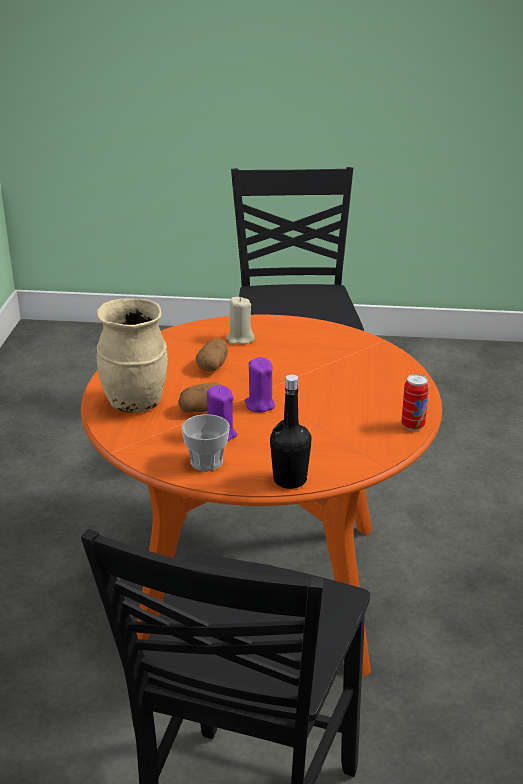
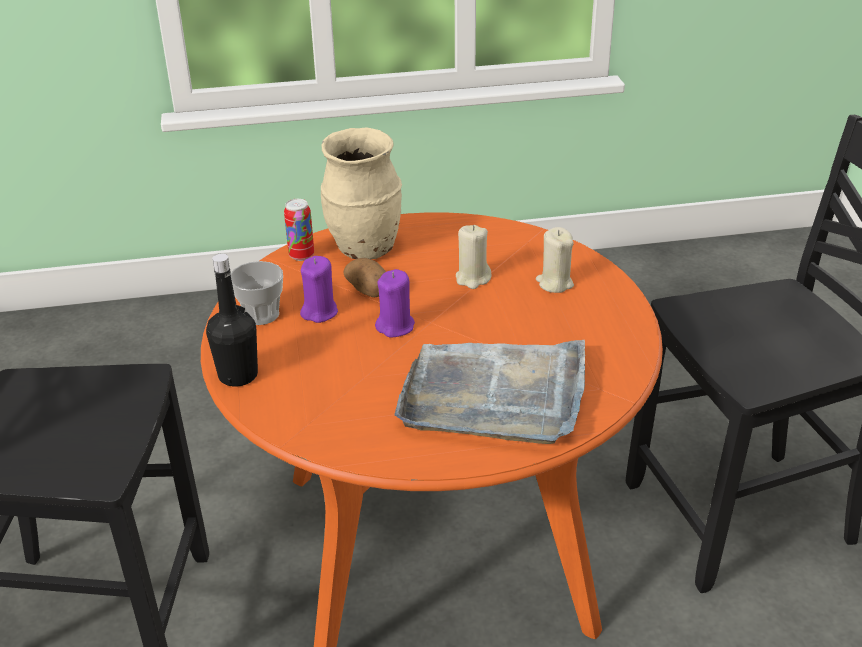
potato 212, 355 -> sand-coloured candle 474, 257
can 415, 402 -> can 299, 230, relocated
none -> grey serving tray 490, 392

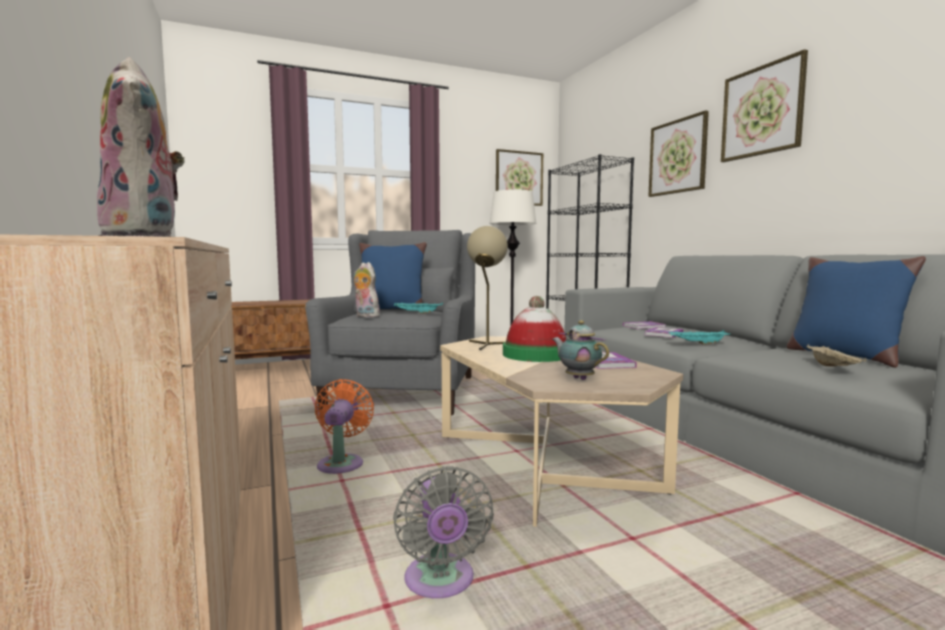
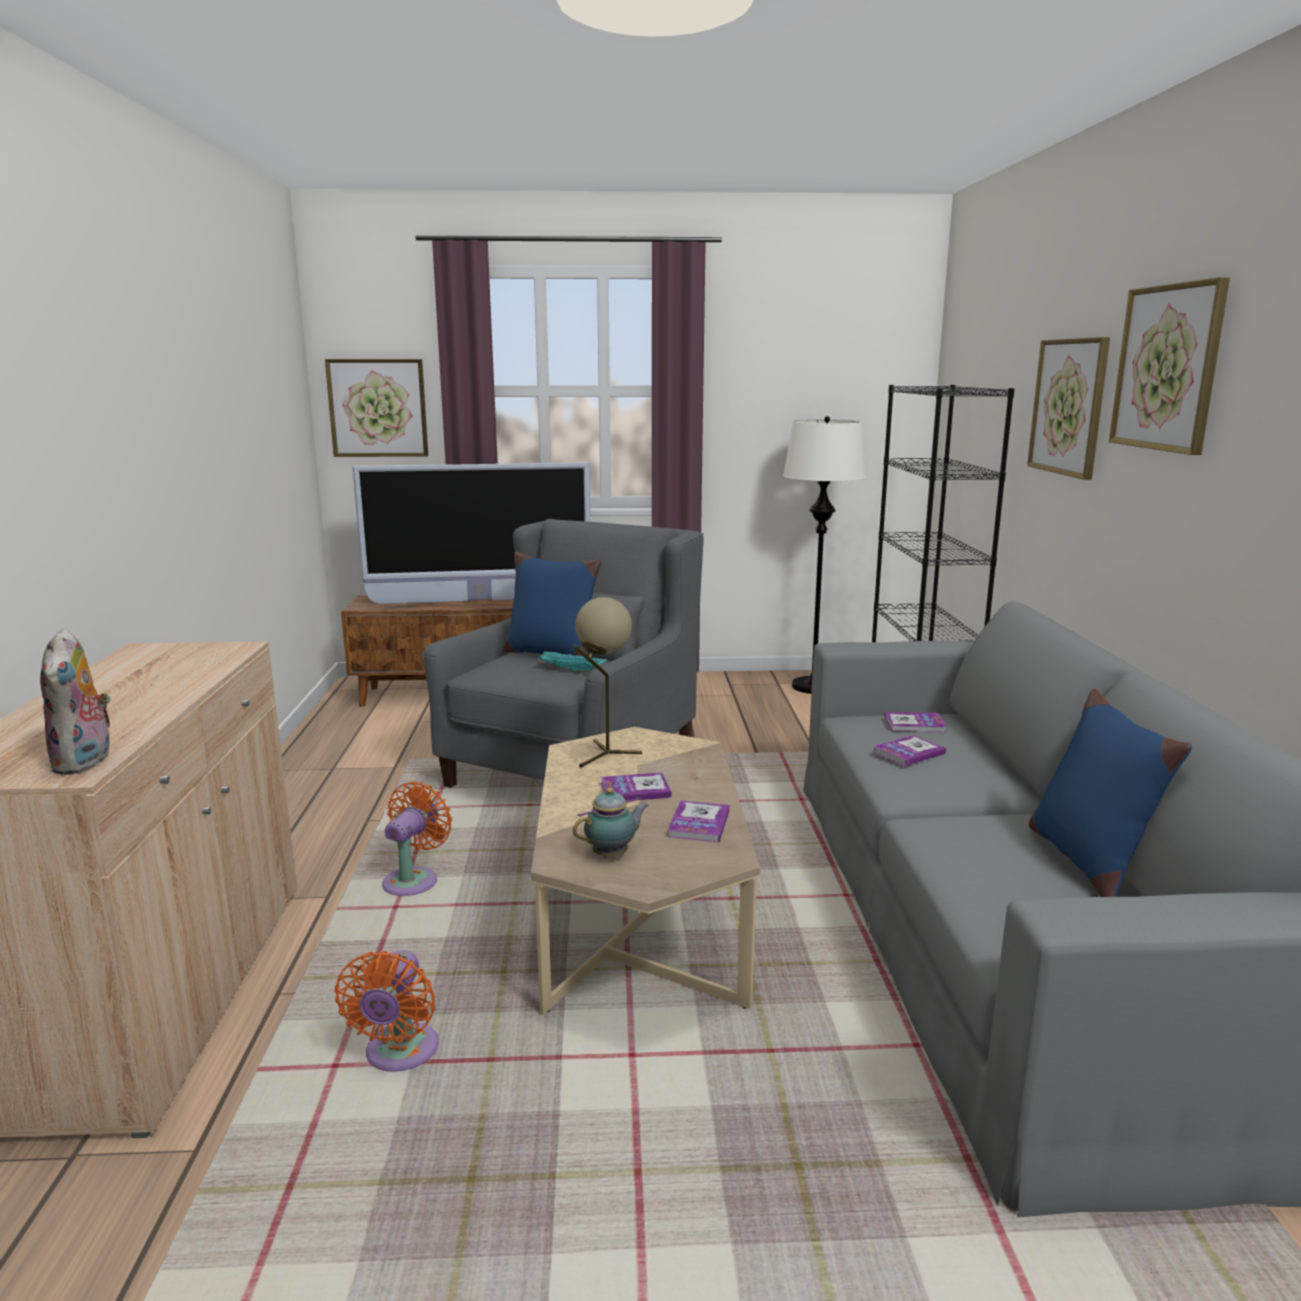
wall picture 519, 177 -> wall picture 376, 408, relocated
cuddly toy 366, 289 -> none
clothing hat 534, 329 -> bound book 636, 786
teapot 580, 350 -> teapot 611, 823, 75 degrees clockwise
blue-green serving tray 699, 337 -> none
sand-coloured serving tray 836, 355 -> none
grey cooling fan 443, 532 -> orange-coloured cooling fan 387, 1011
none -> television 471, 533

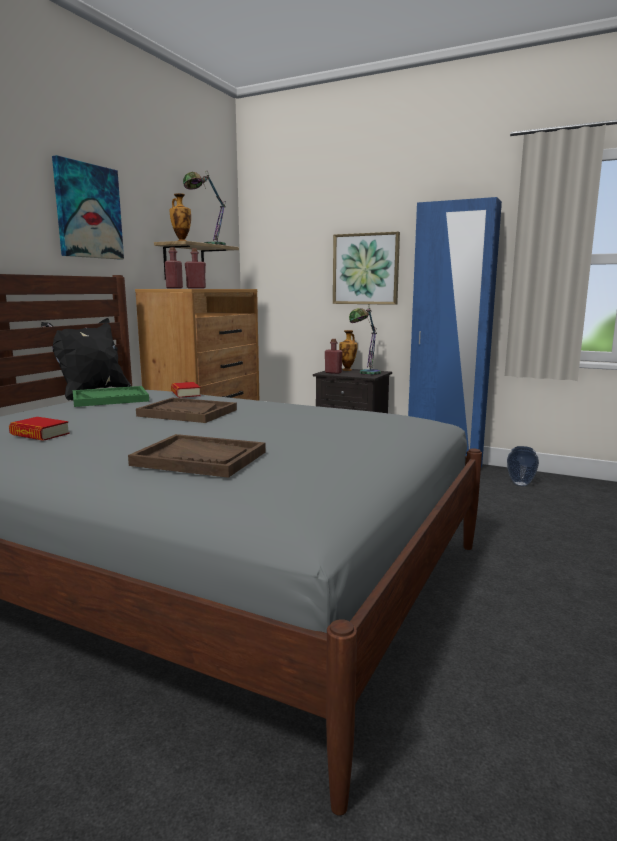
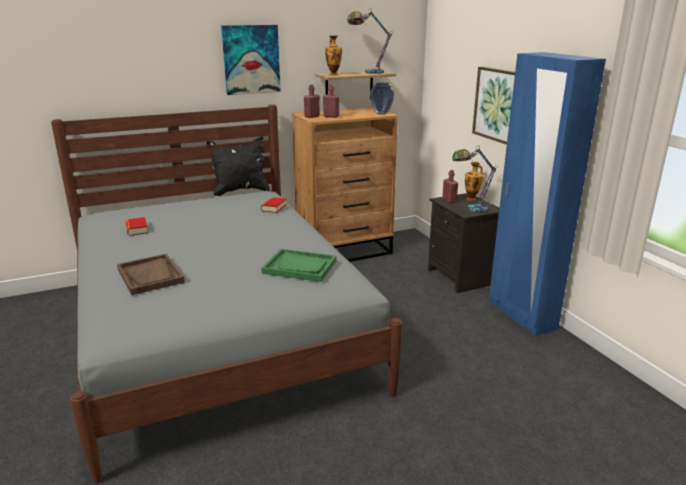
green-coloured serving tray 111, 396 -> green-coloured serving tray 299, 265, relocated
brown serving tray 186, 410 -> none
flower vase 523, 466 -> flower vase 382, 98, relocated

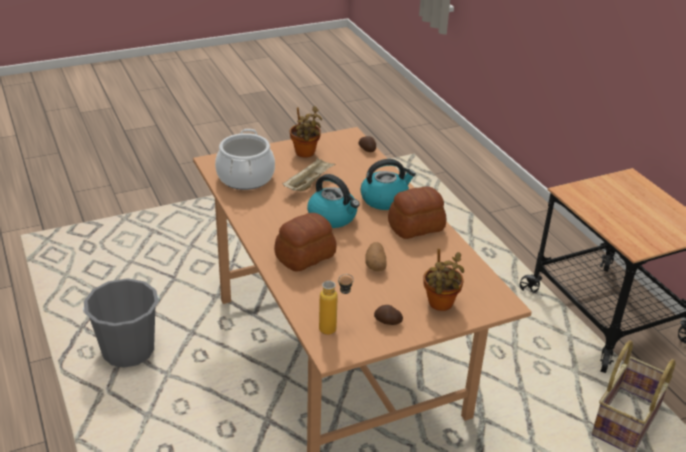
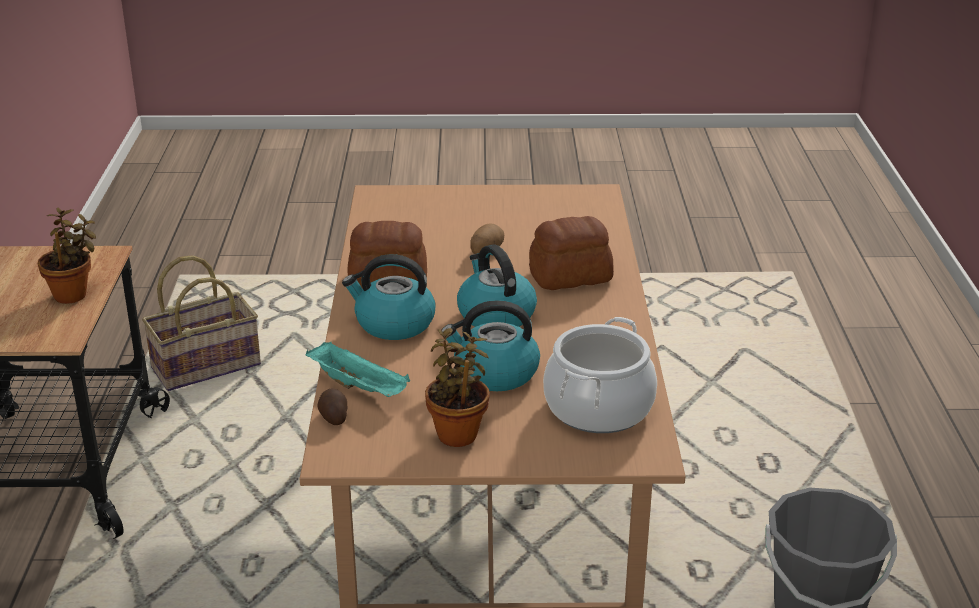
sand-coloured serving tray 308, 174 -> tea kettle 490, 345
plant in a pot 443, 279 -> plant in a pot 67, 256, relocated
drink bottle 336, 304 -> none
potato 388, 315 -> none
none -> blue-green serving tray 358, 369

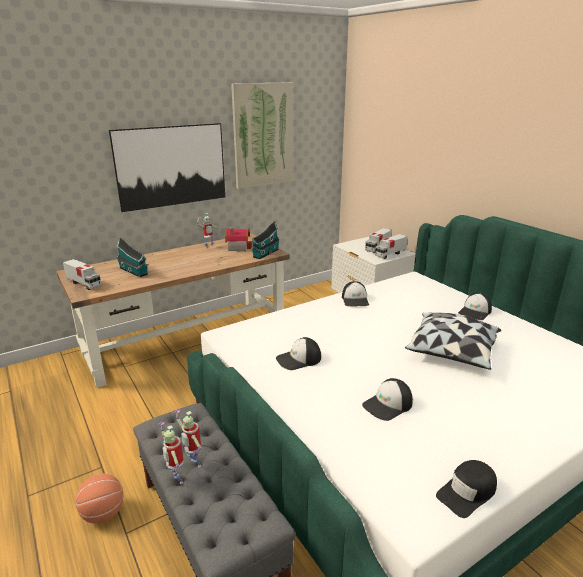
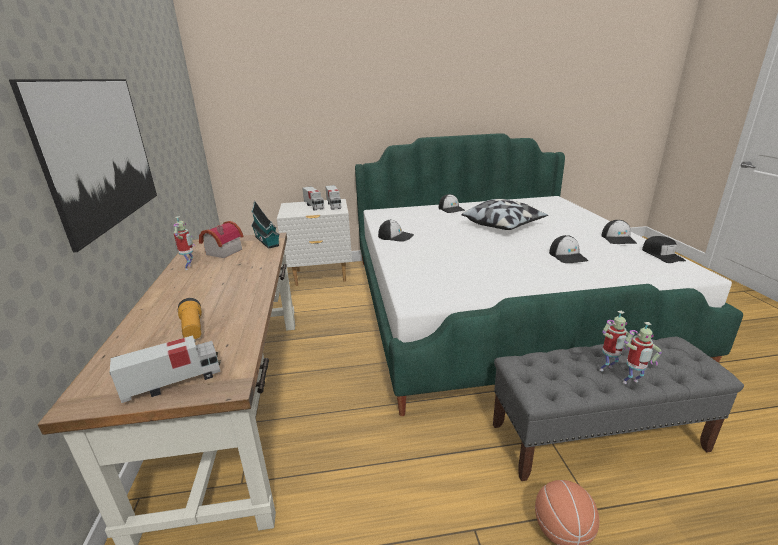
wall picture 262, 135 -> none
model house 132, 257 -> hand torch 190, 318
peaked cap 298, 353 -> peaked cap 619, 232, relocated

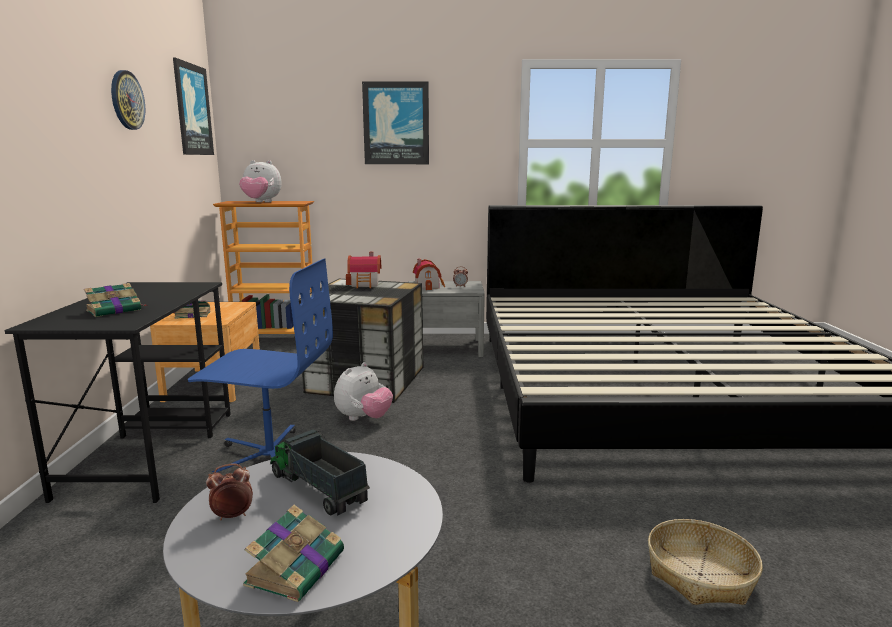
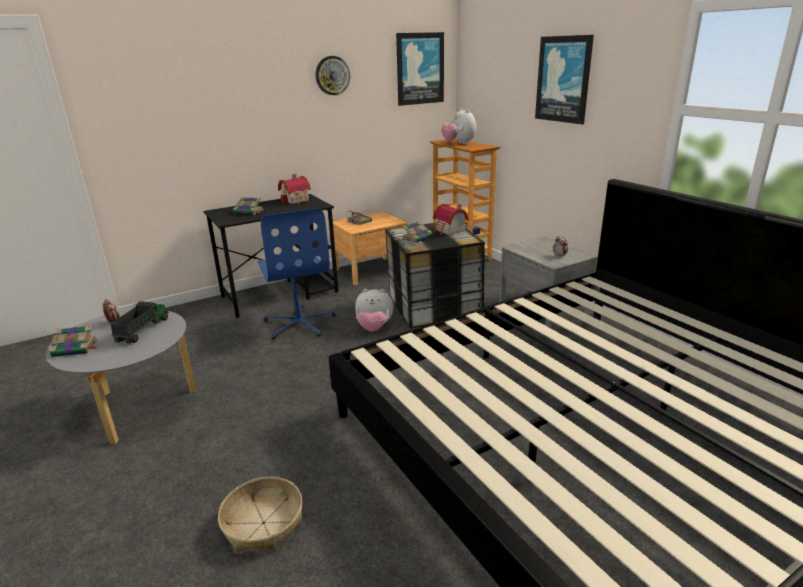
model house 429, 274 -> model house 294, 189, relocated
none -> bound book 417, 232

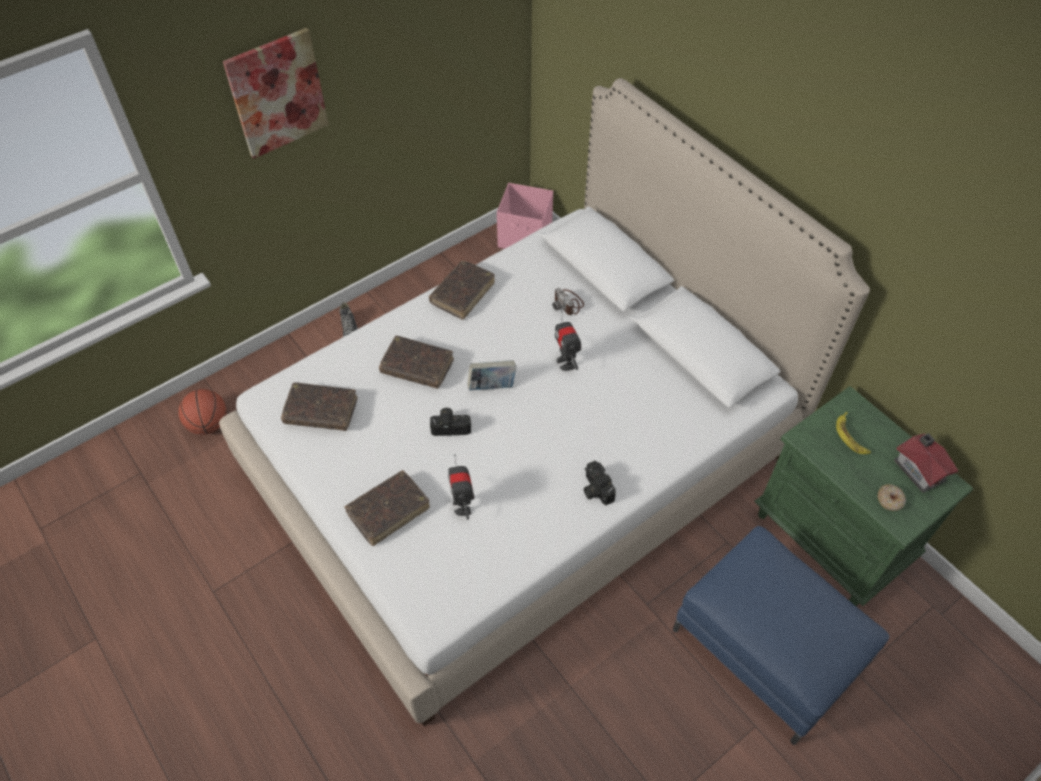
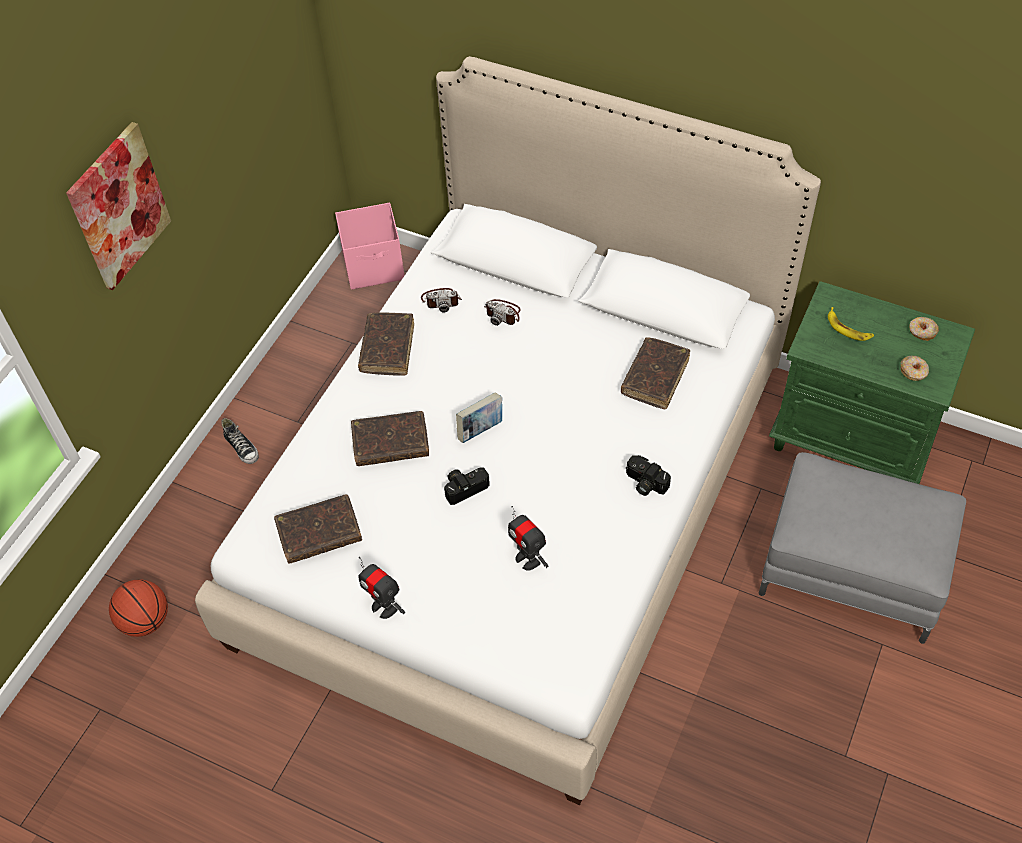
model robot 568, 341 -> model robot 381, 588, relocated
model house 926, 463 -> donut 924, 329
brown bound book 387, 508 -> brown bound book 655, 373, relocated
bluish footrest 781, 635 -> grey footrest 862, 548
none -> photo camera 441, 300

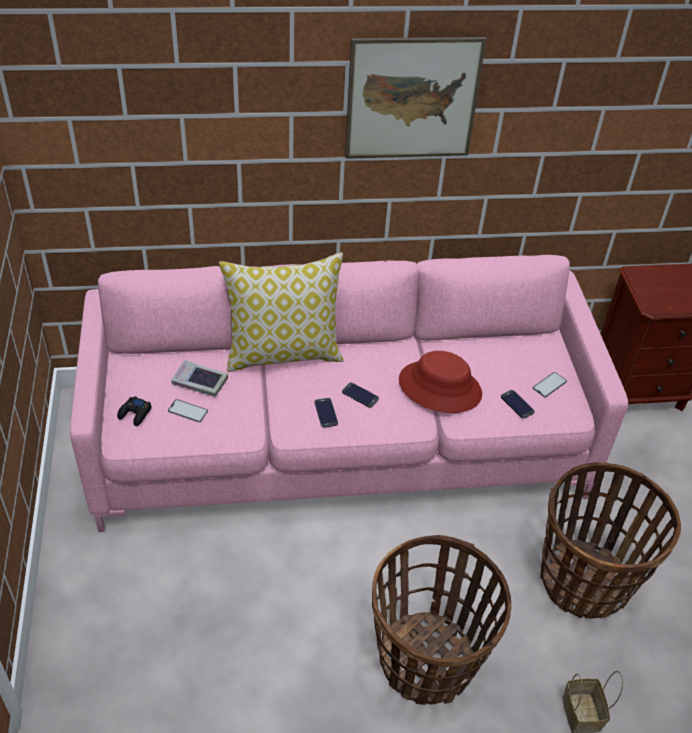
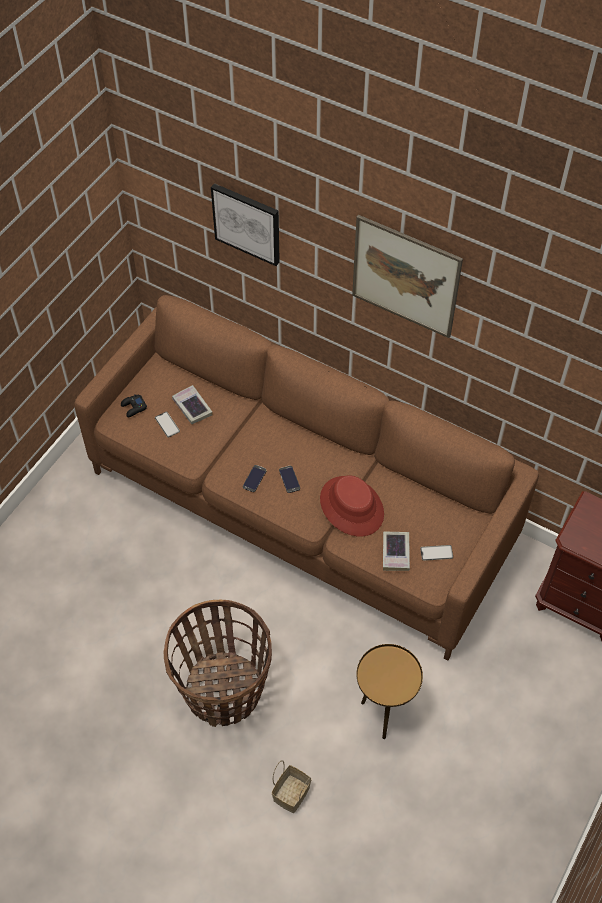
pillow 281, 312 -> none
pink settee 349, 393 -> brown settee 306, 477
telephone 518, 404 -> bound book 396, 551
storage basket 610, 540 -> brown end table 390, 691
none -> wall picture 245, 224

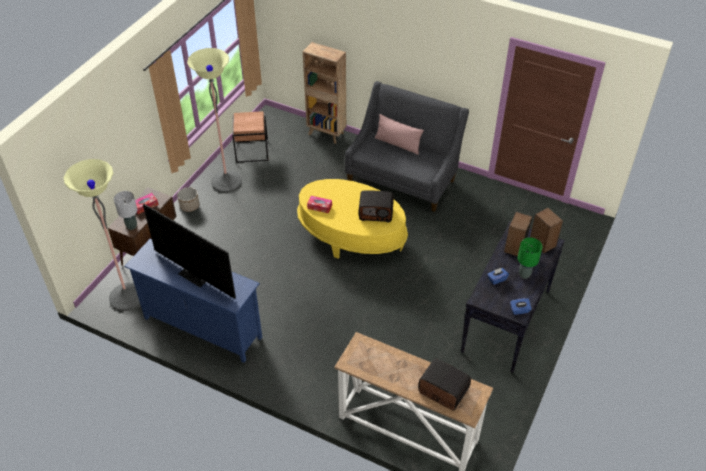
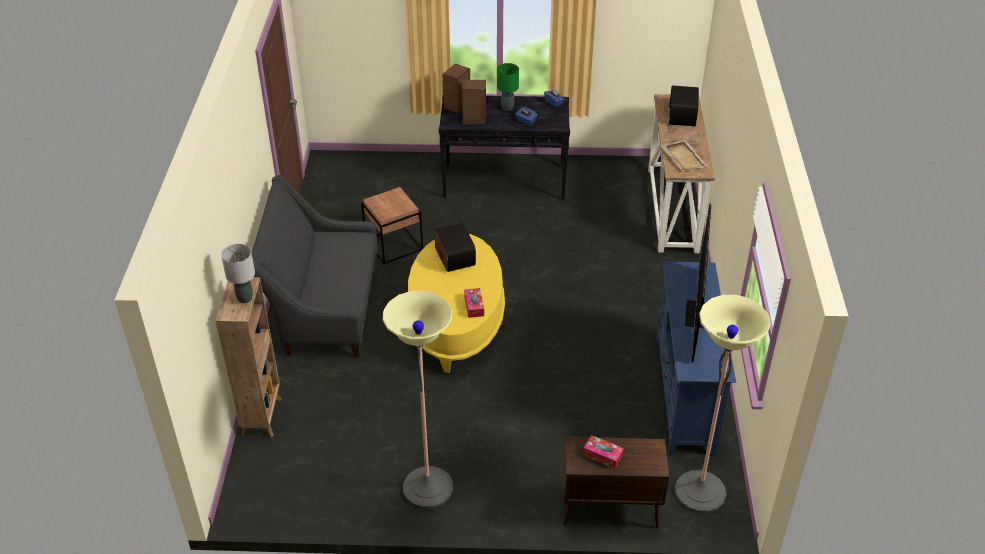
brown end table 250, 137 -> brown end table 392, 225, relocated
pink pillow 399, 134 -> none
flower pot 188, 199 -> none
grey tabletop lamp 125, 210 -> grey tabletop lamp 238, 273, relocated
none -> sand-coloured serving tray 684, 155

